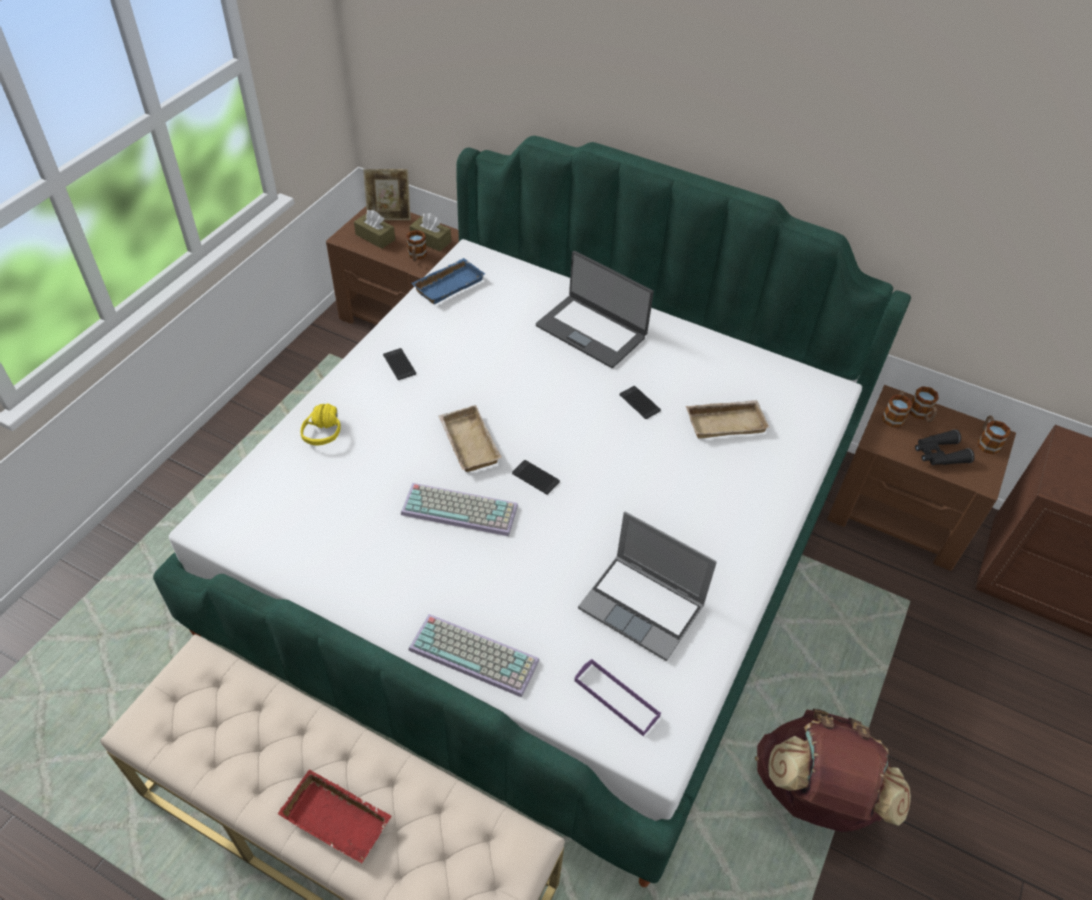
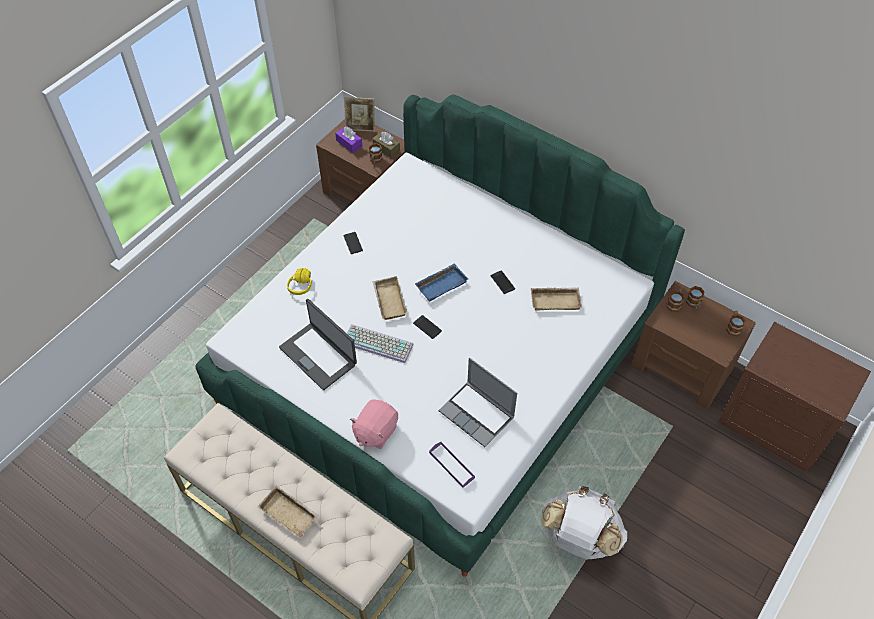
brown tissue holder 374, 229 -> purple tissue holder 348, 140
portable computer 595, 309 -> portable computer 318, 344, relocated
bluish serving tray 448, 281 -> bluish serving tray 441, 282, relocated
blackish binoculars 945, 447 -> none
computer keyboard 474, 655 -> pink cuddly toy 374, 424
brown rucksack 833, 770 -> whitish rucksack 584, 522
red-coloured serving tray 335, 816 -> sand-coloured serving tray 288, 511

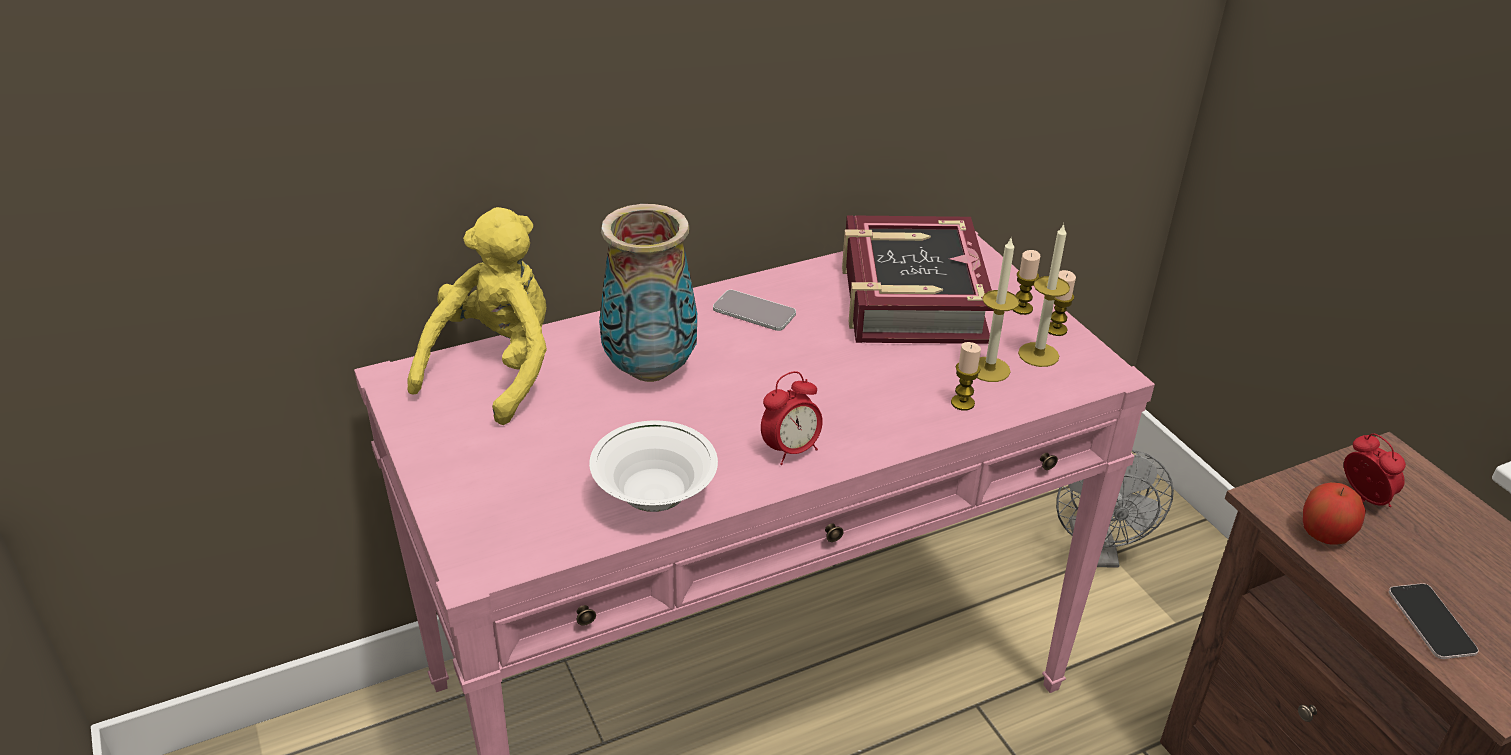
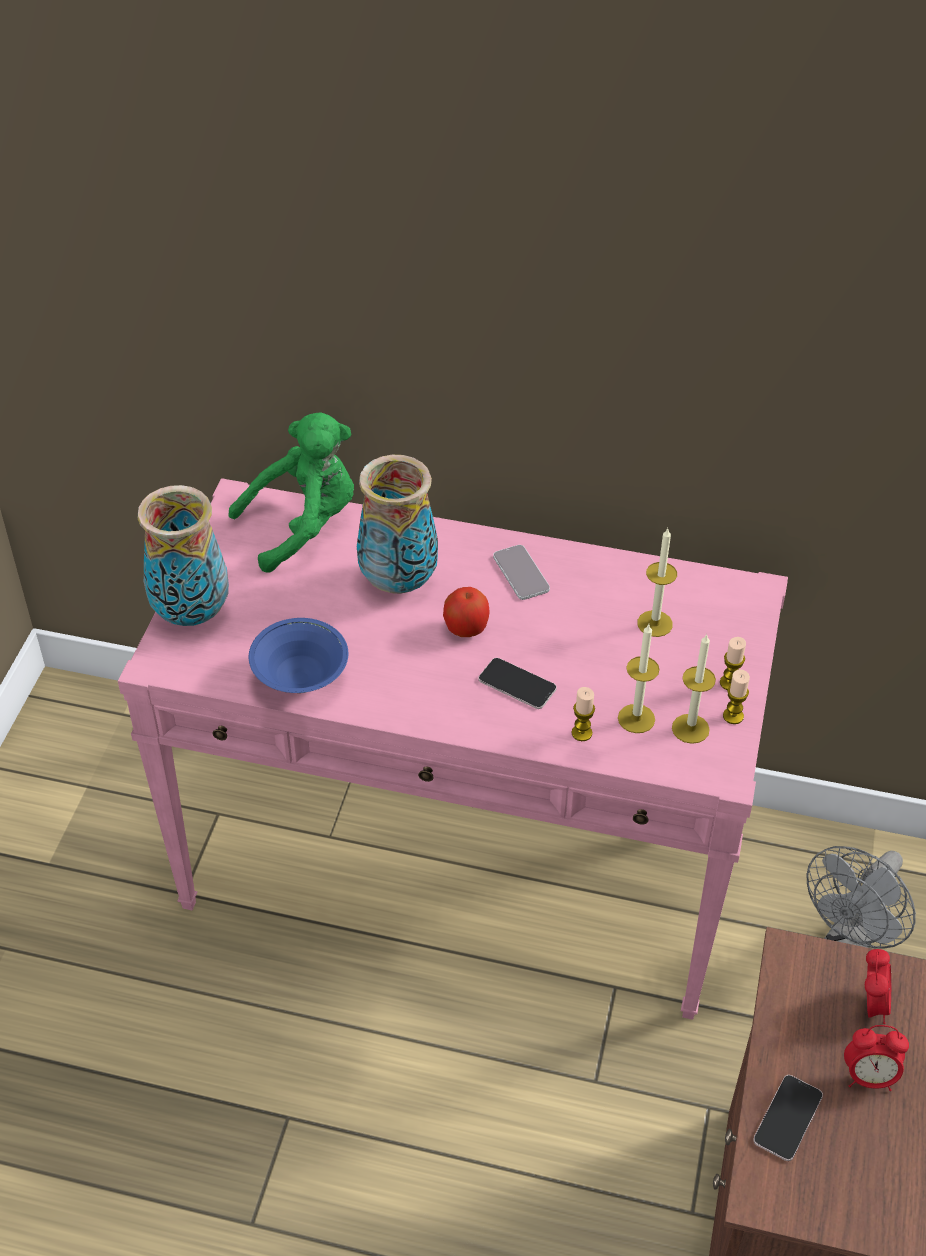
yellow cuddly toy 477, 316 -> green-coloured cuddly toy 291, 492
bound book 918, 279 -> candle 657, 583
table clock 792, 418 -> table clock 876, 1058, relocated
whitish bowl 653, 466 -> bluish bowl 298, 655
apple fruit 1334, 513 -> apple fruit 466, 612, relocated
none -> flower vase 183, 555
none -> telephone 517, 683

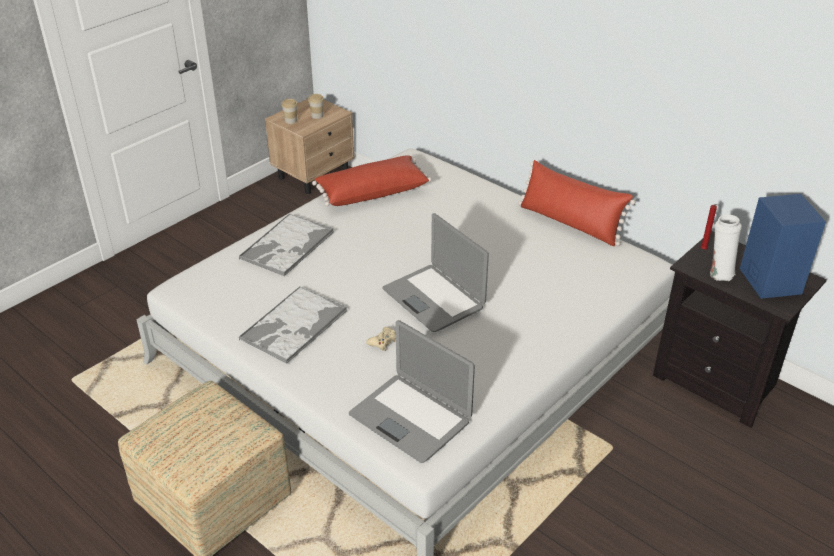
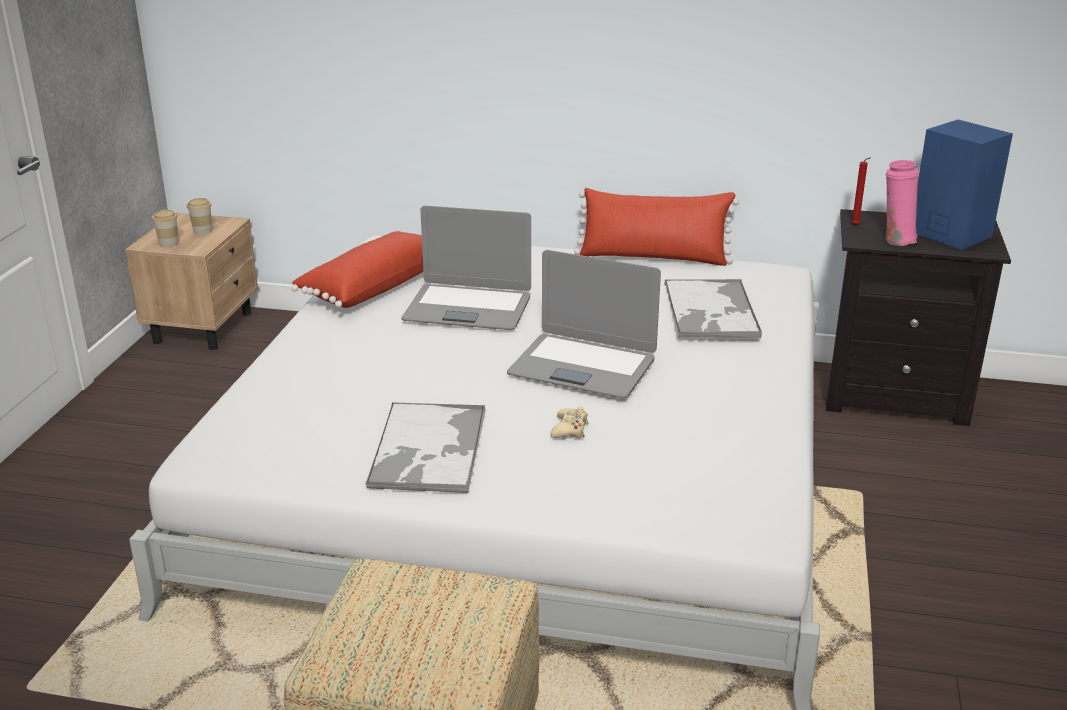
serving tray 286, 245 -> serving tray 713, 308, relocated
whitish flower vase 726, 248 -> pink flower vase 902, 203
portable computer 412, 391 -> portable computer 466, 268, relocated

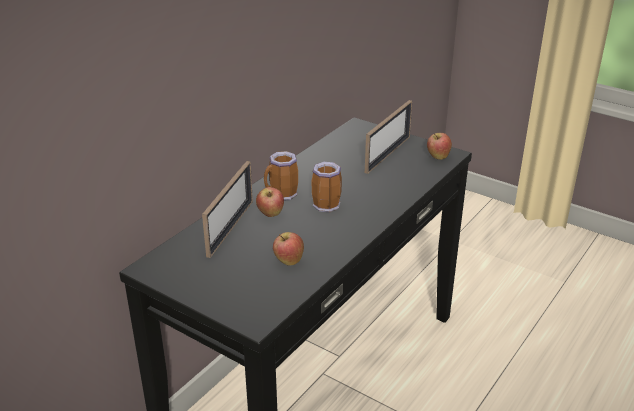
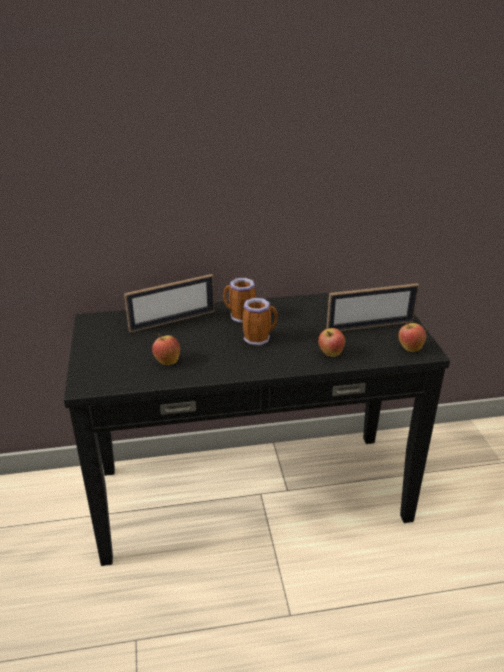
apple fruit 270, 202 -> apple fruit 331, 342, relocated

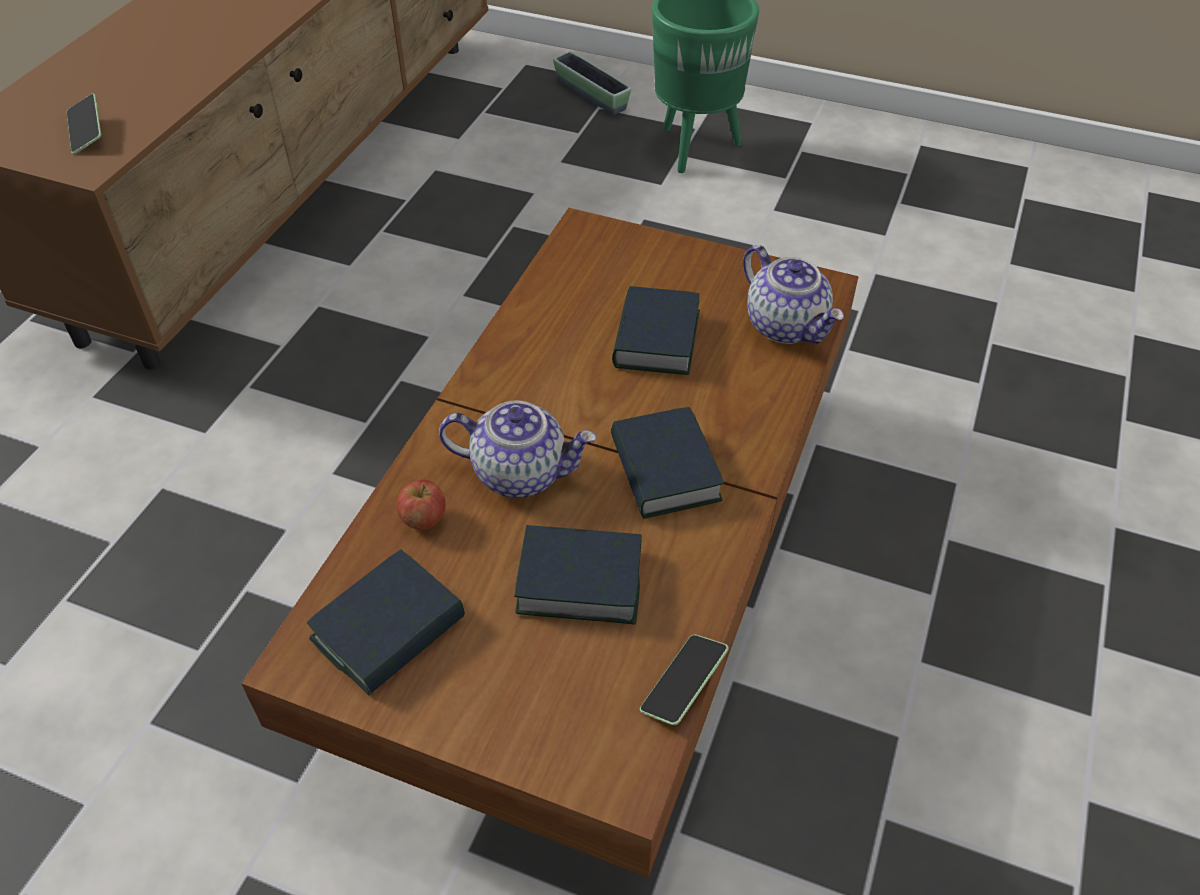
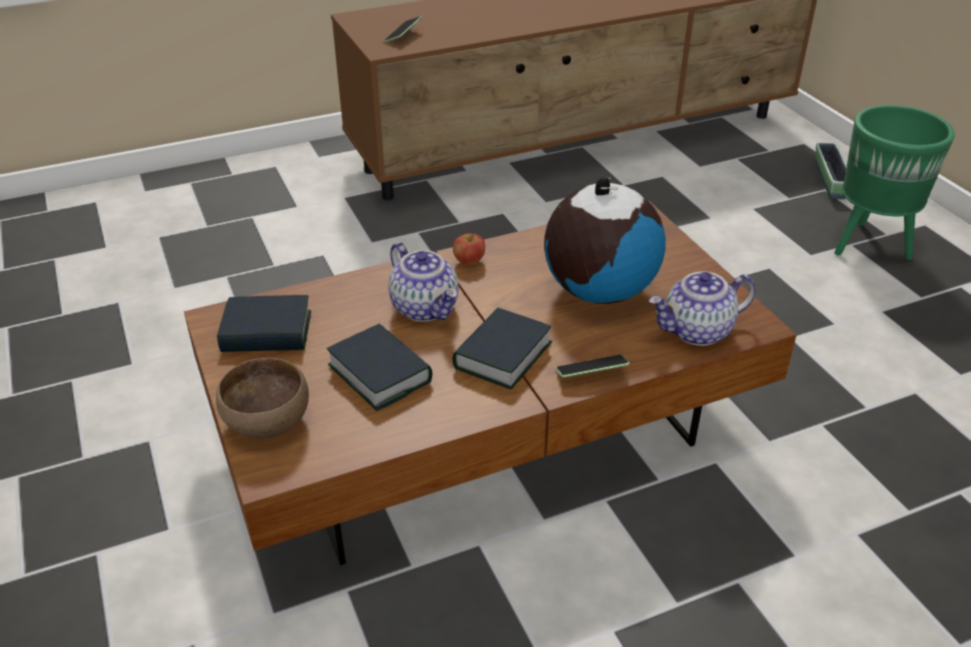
teapot 793, 294 -> teapot 702, 309, 60 degrees clockwise
bound book 656, 330 -> world globe 605, 240
apple fruit 421, 505 -> apple fruit 469, 249, relocated
telephone 684, 679 -> telephone 593, 366, relocated
none -> brown bowl 262, 398

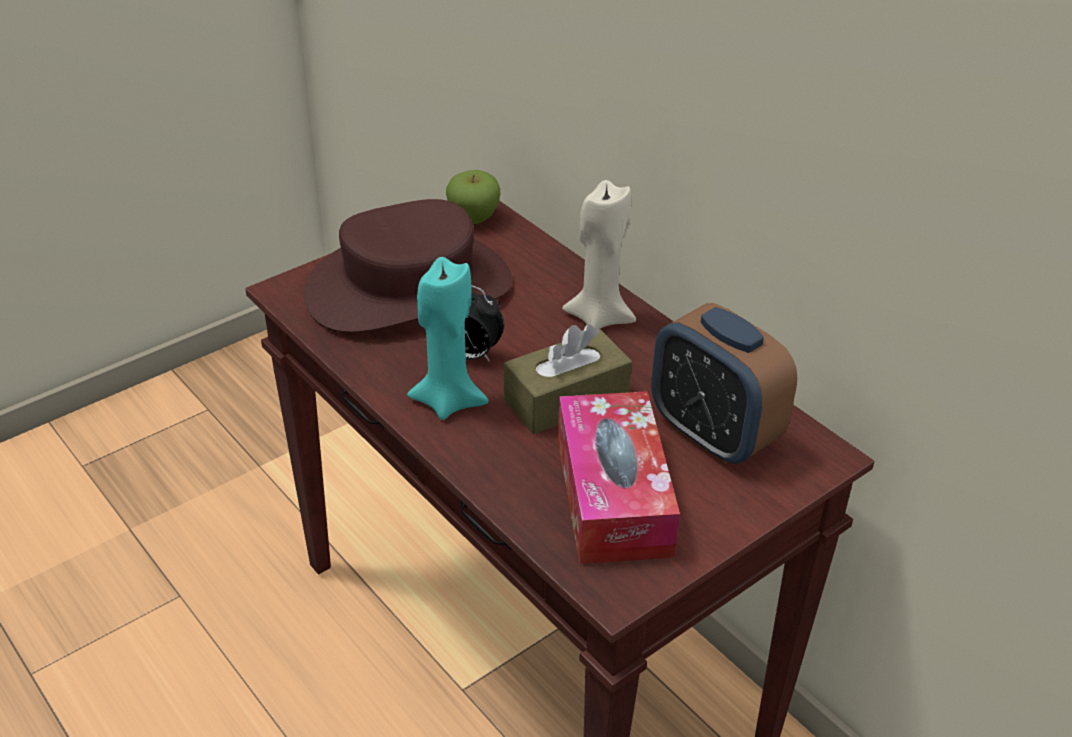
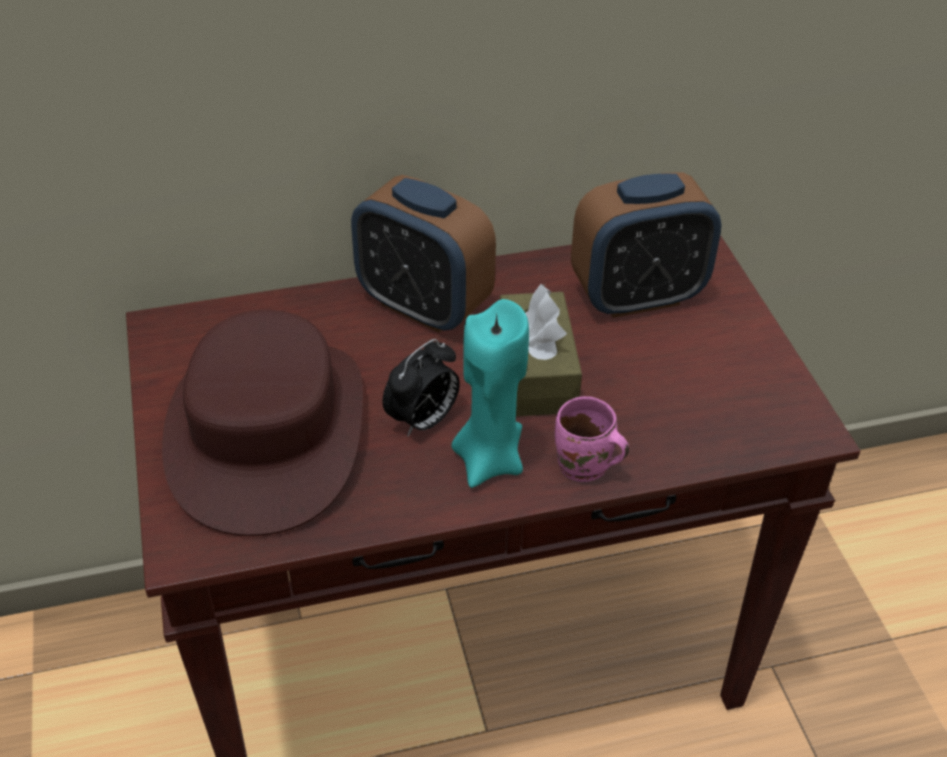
apple fruit 473, 197 -> none
sand-coloured candle 599, 255 -> table clock 423, 254
tissue holder 619, 477 -> none
none -> pink tea mug 592, 439

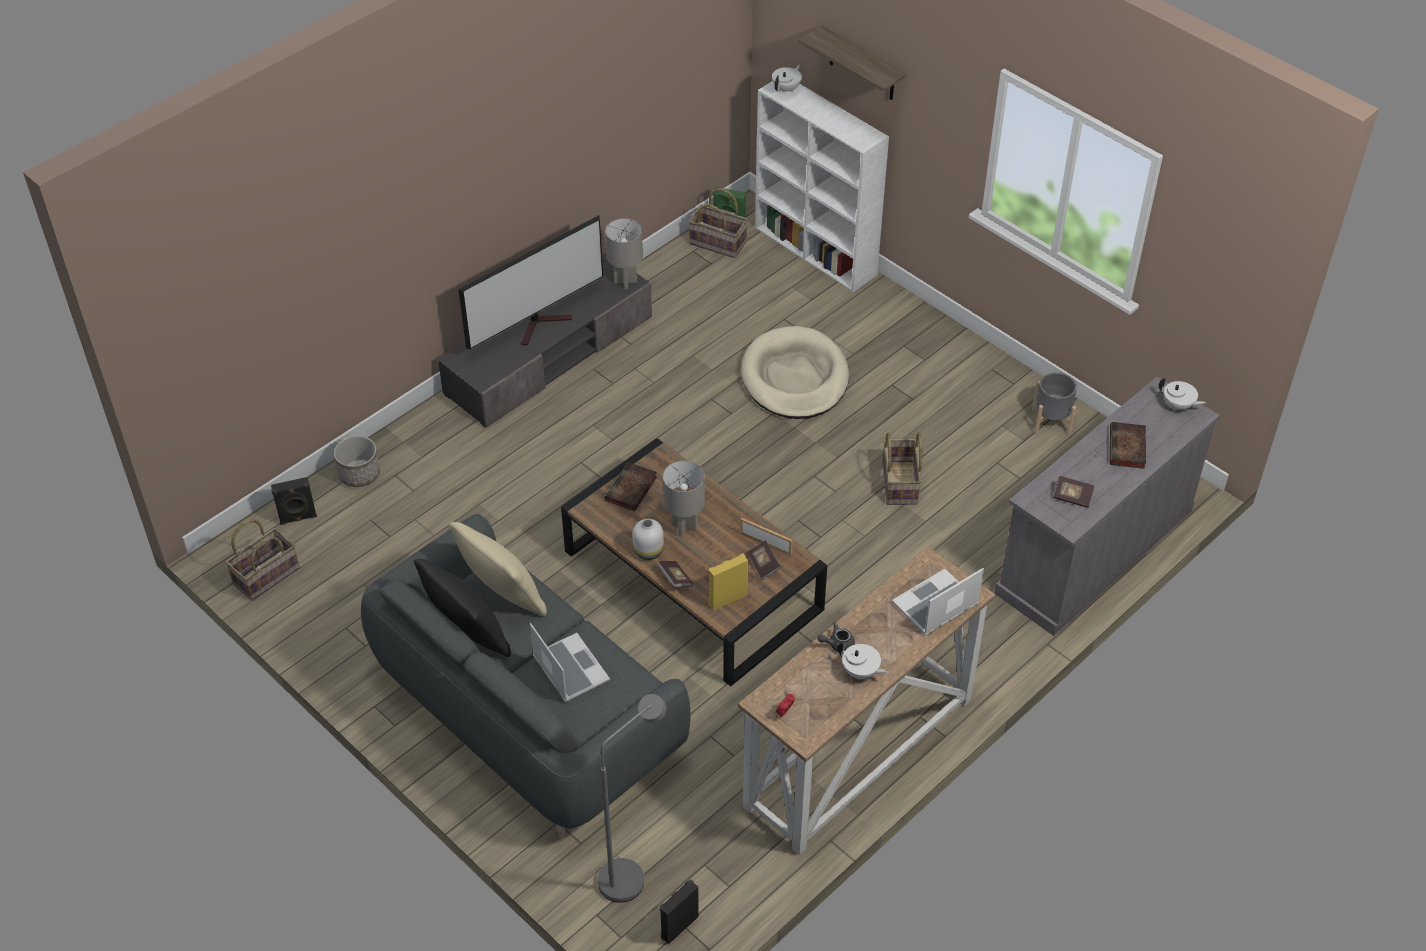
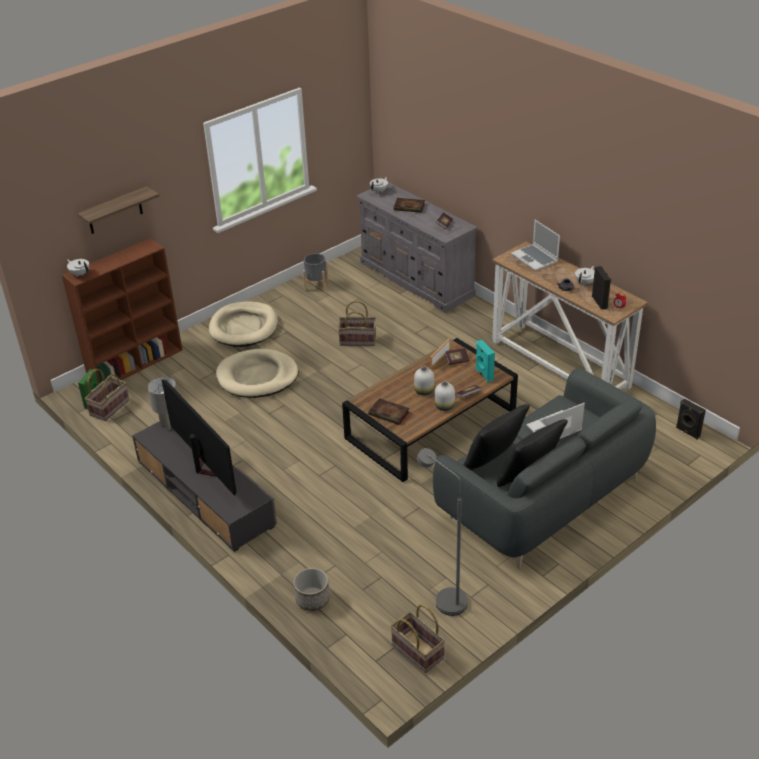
whitish shelving unit 822, 186 -> brown shelving unit 122, 311
grey tabletop lamp 684, 499 -> whitish flower vase 424, 381
blackish speaker 294, 501 -> blackish speaker 601, 288, relocated
sand-coloured pillow 498, 569 -> blackish pillow 497, 437
yellow speaker 728, 582 -> blue-green speaker 485, 361
grey standard lamp 632, 798 -> grey standard lamp 442, 532, relocated
none -> sand-coloured dog cushion 243, 324

